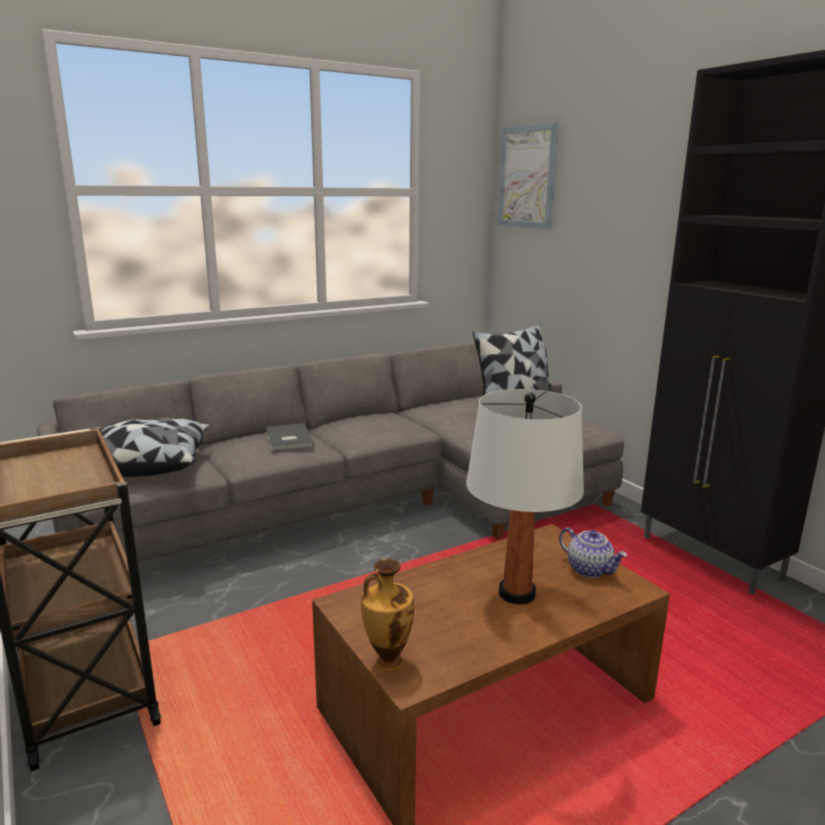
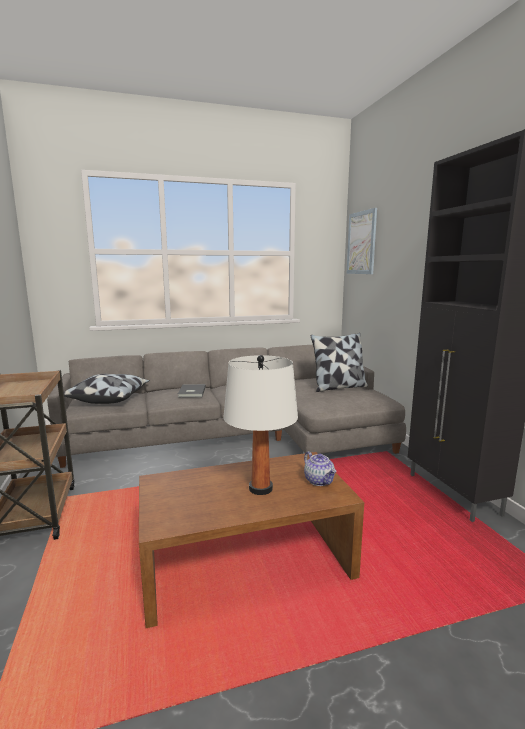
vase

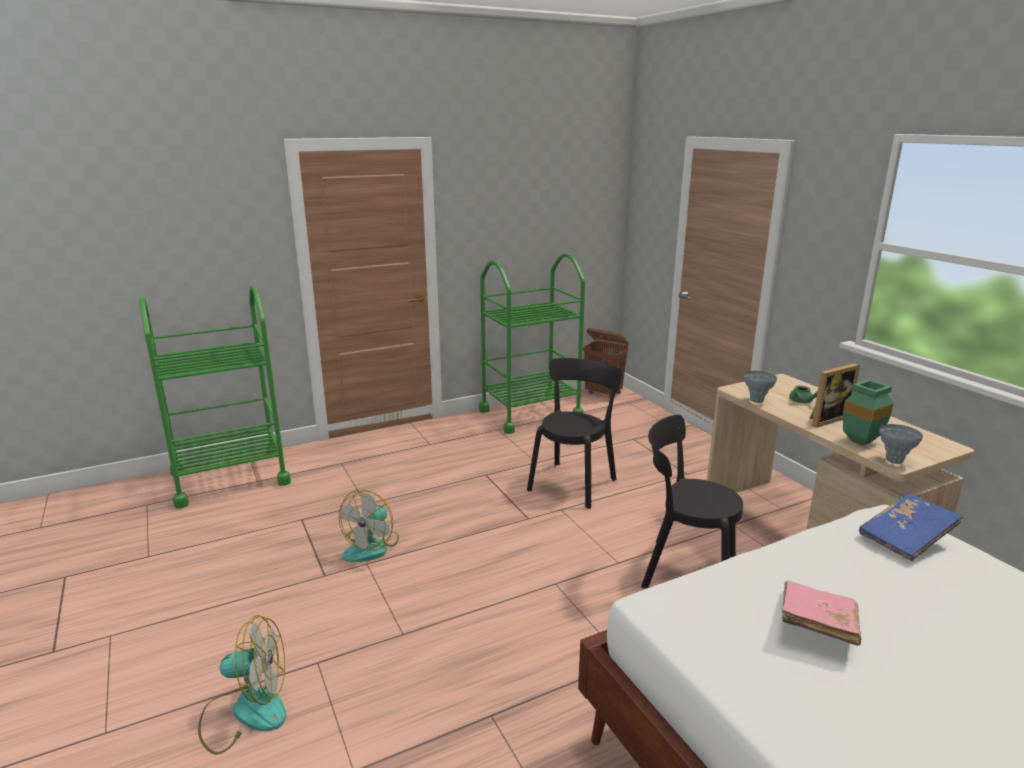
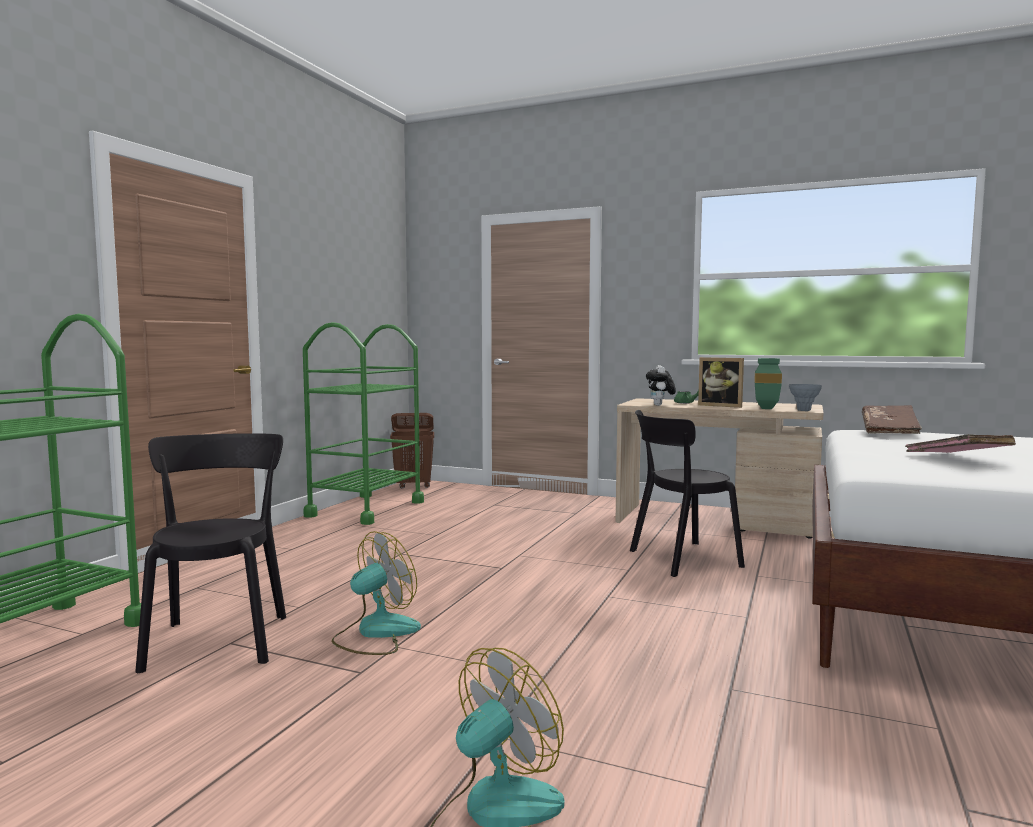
black chair (1st from left)
picture frame
plush toy
fan (1st from left)
brown book

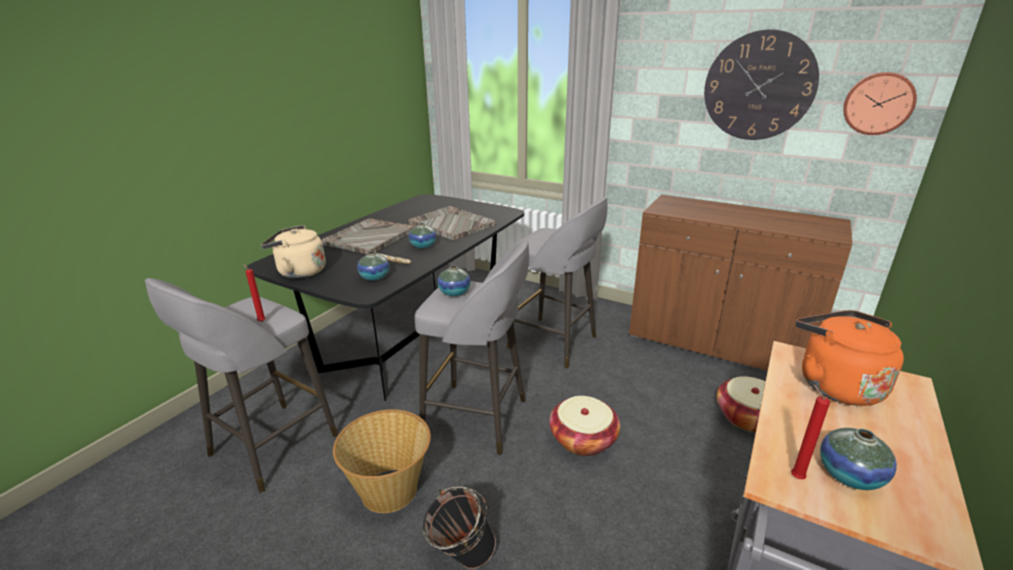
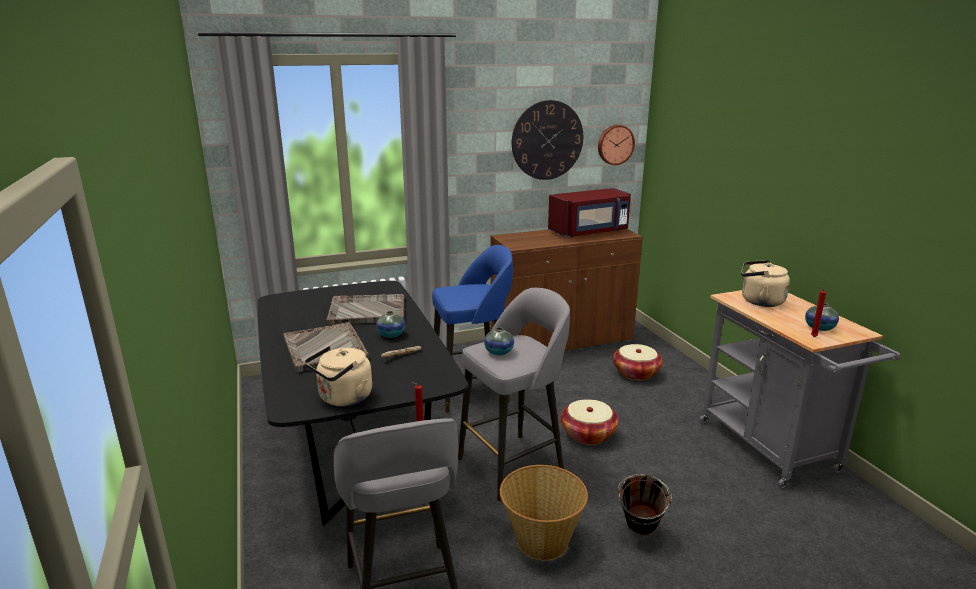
blue stool
vase (1st from left in the first image)
beige kettle (2nd from left)
red microwave

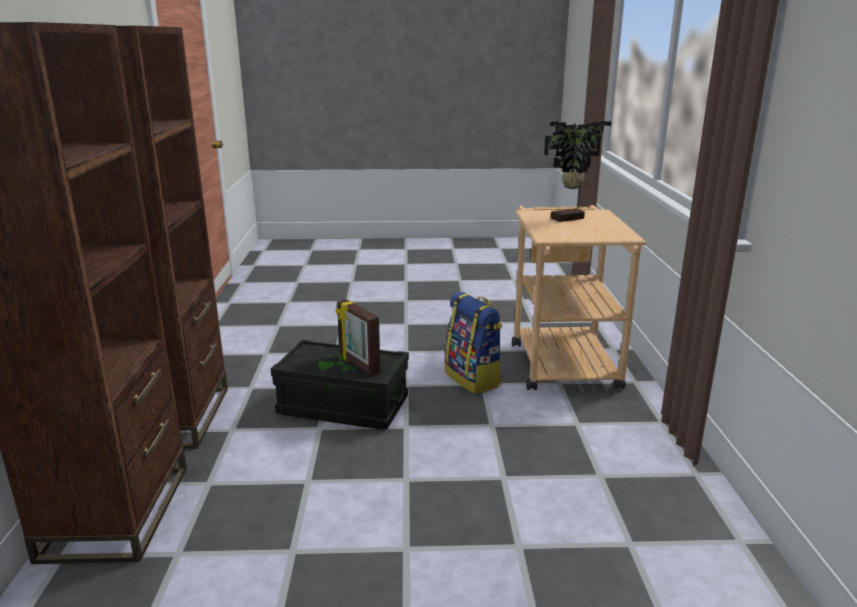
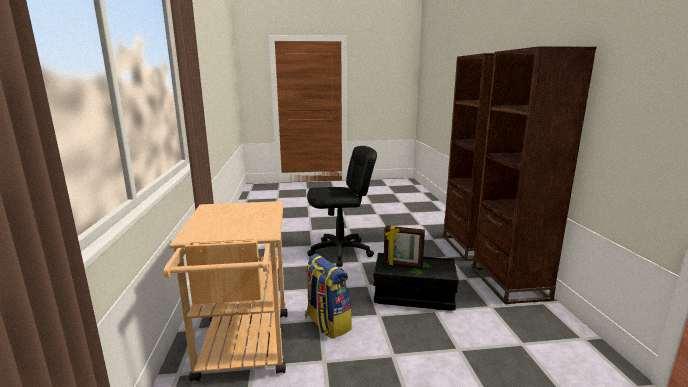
potted plant
picture frame
black office chair

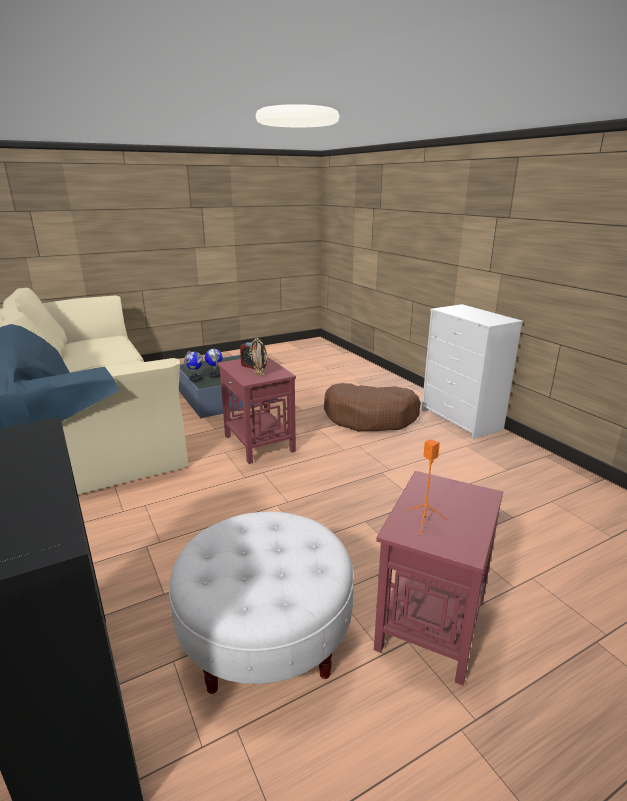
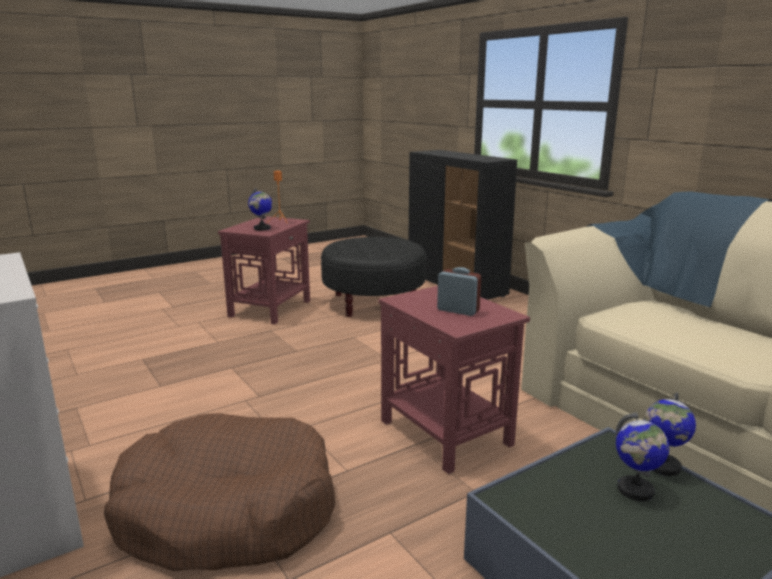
picture frame
black ottoman
globe (1st from left)

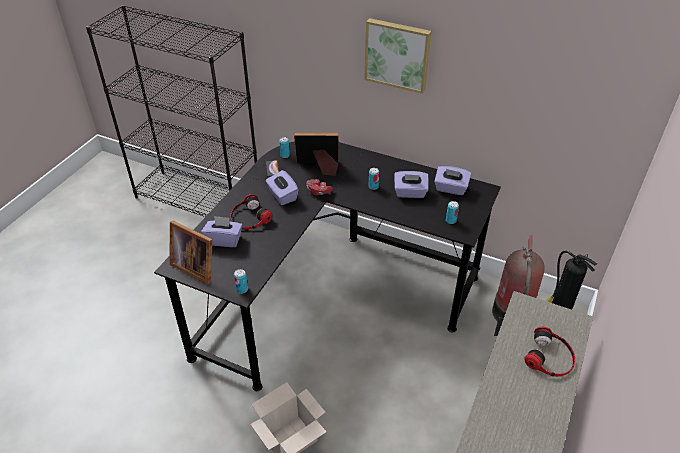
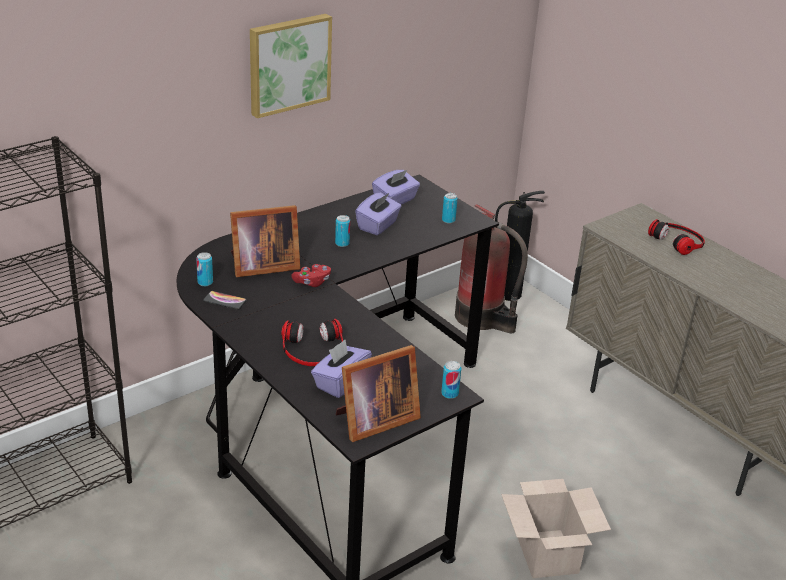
picture frame (1st from left)
purple tissue box (2nd from left in the first image)

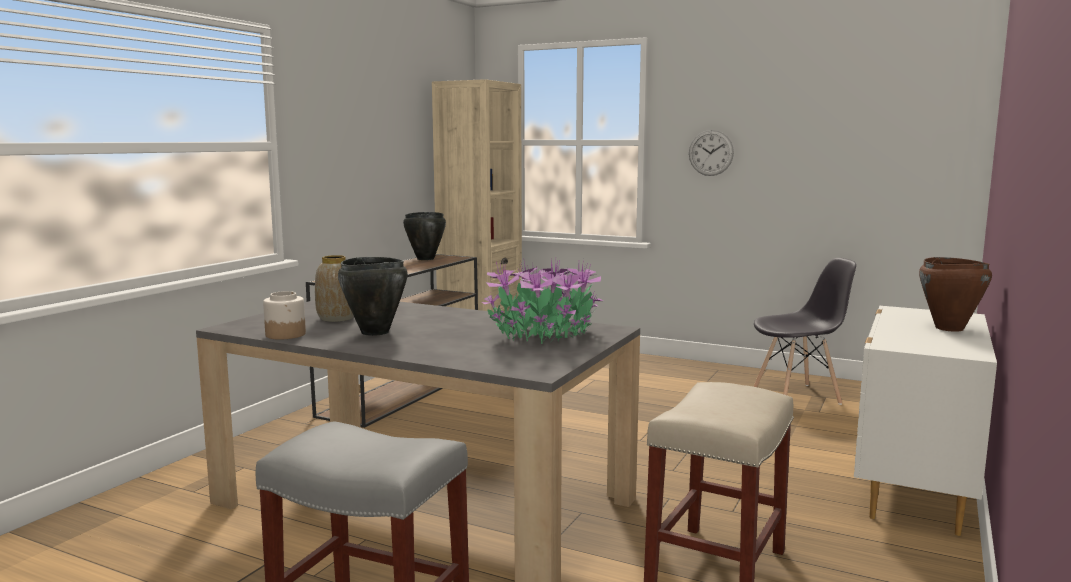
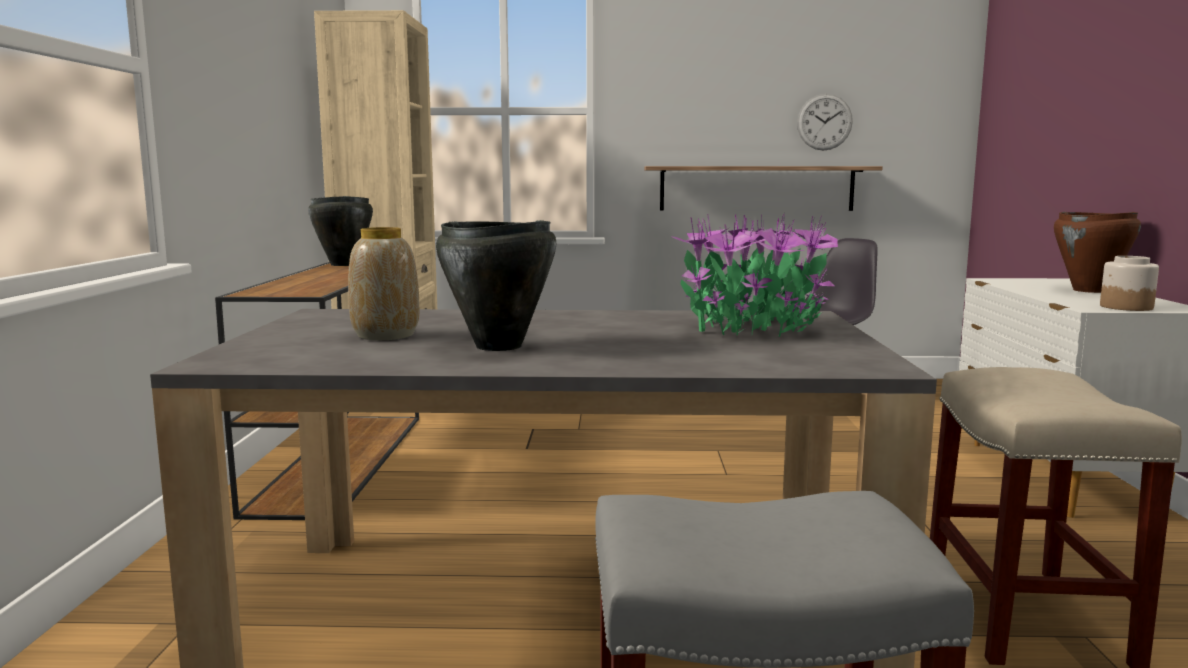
wall clock
jar
shelf

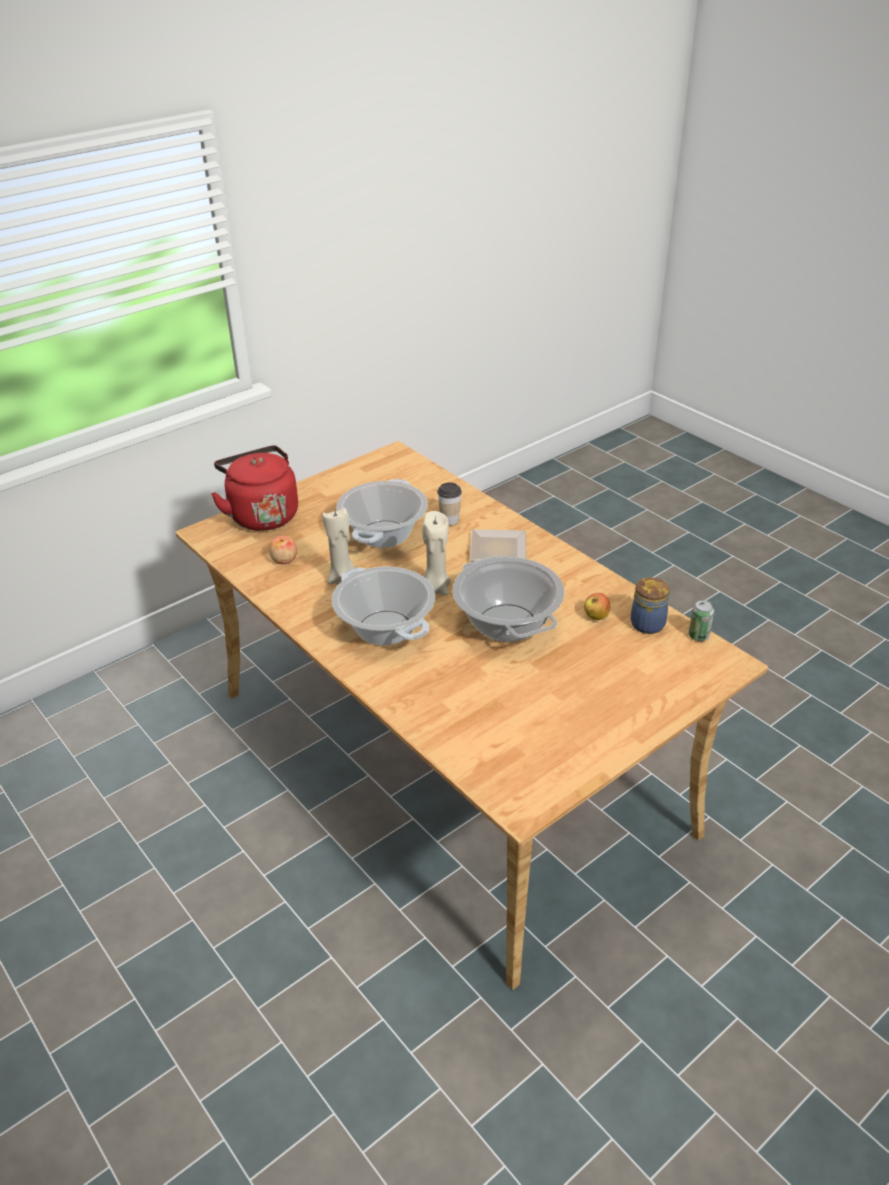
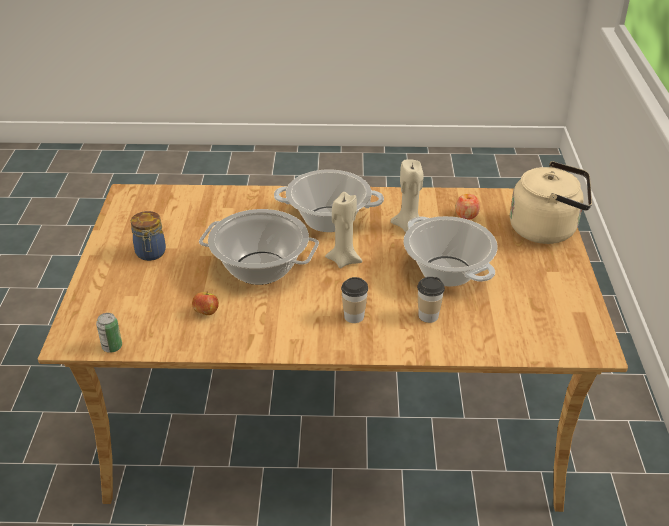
beige kettle
cup (1st from left)
jar

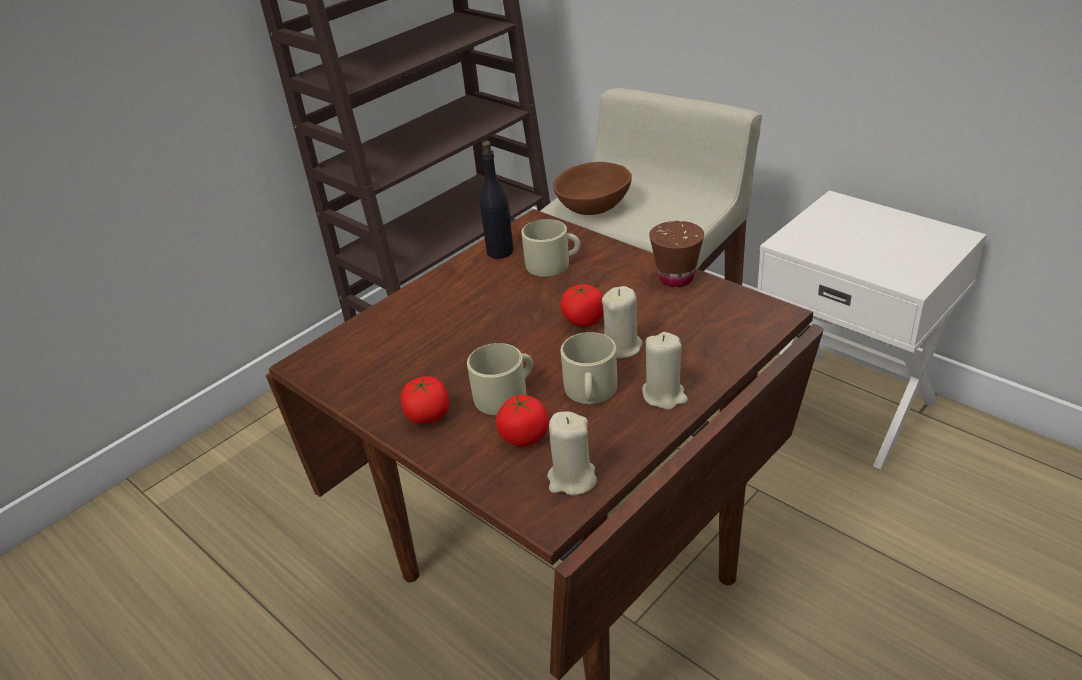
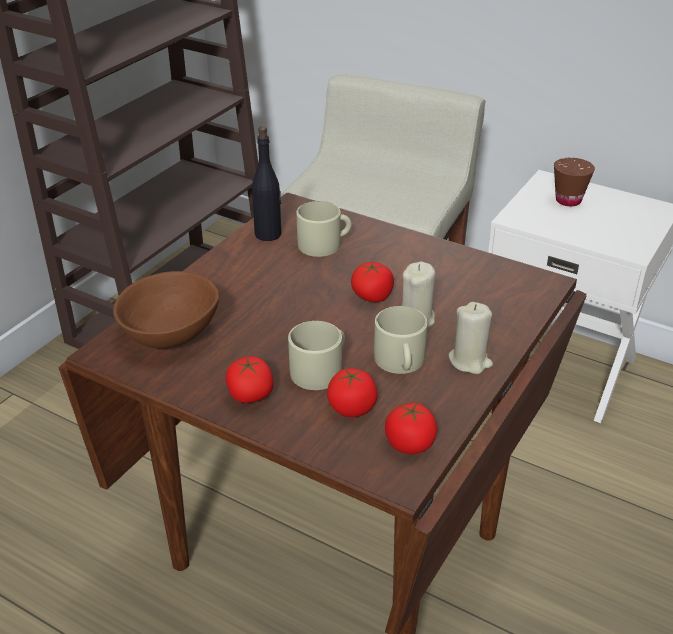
brown bowl
brown cup
tomato (4th from left)

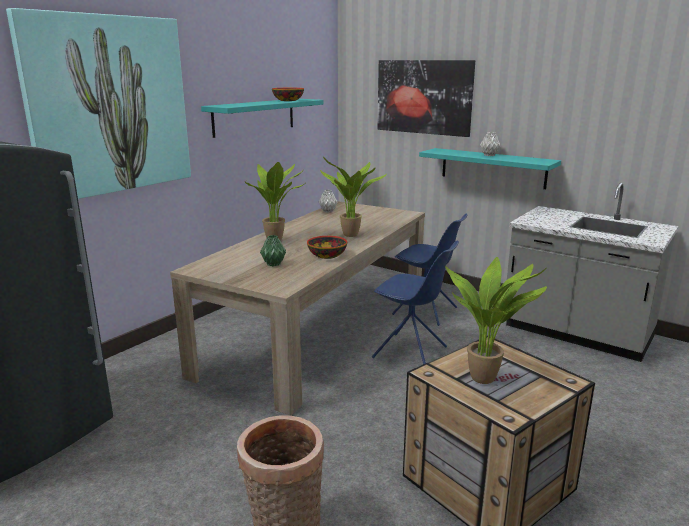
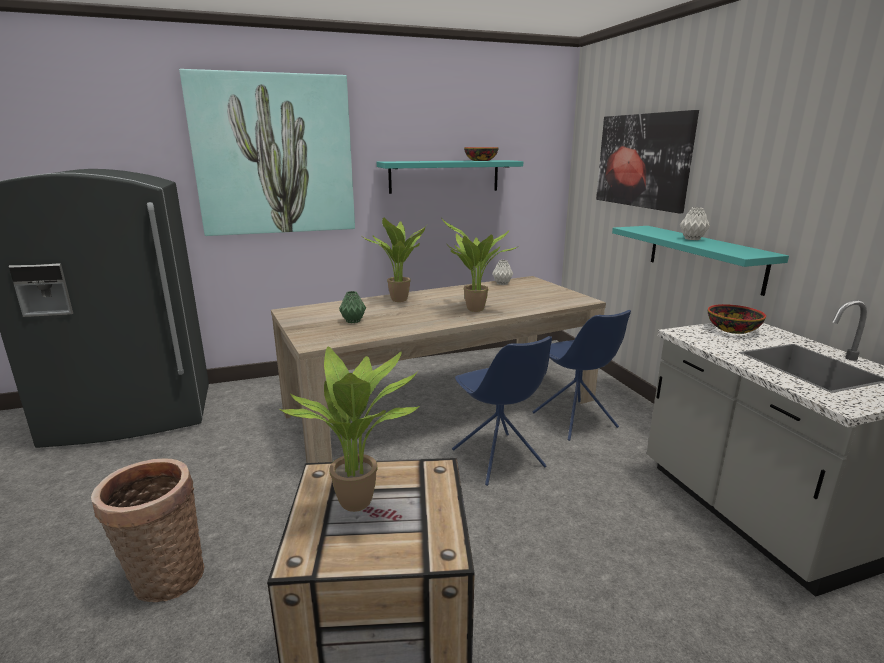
bowl (2nd from left)

